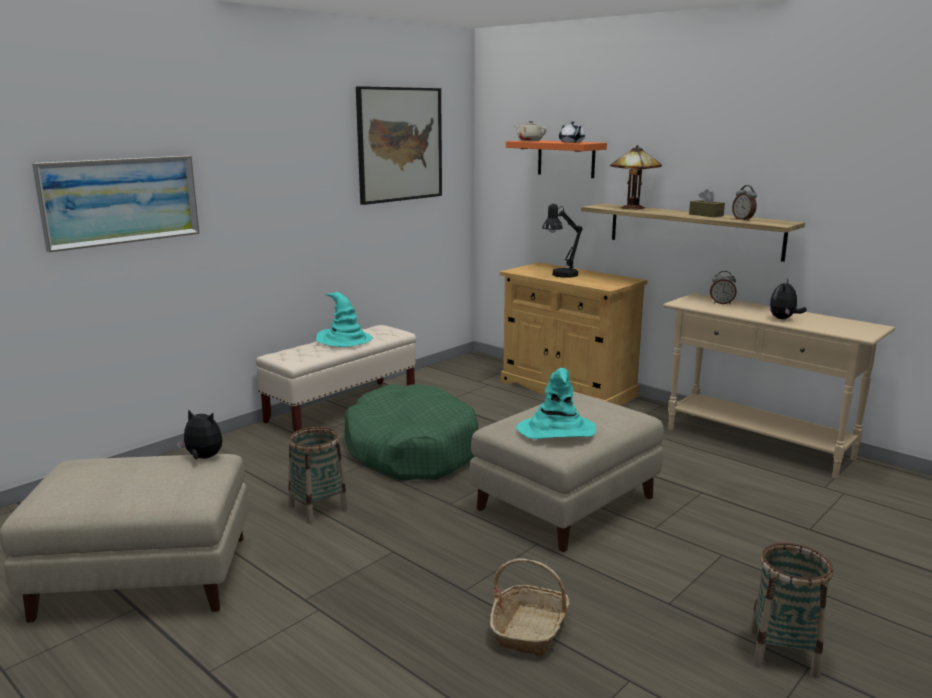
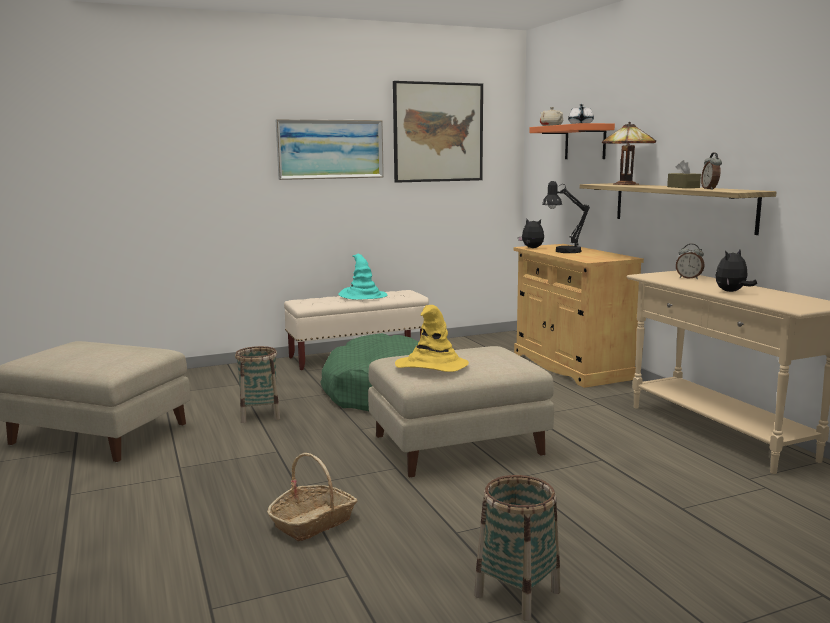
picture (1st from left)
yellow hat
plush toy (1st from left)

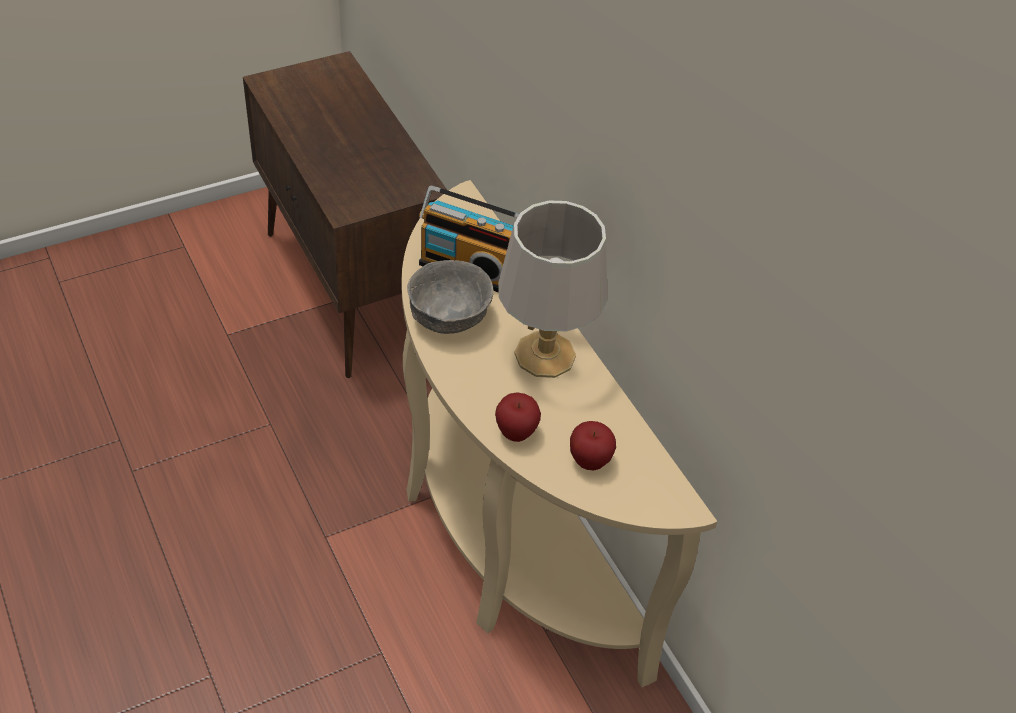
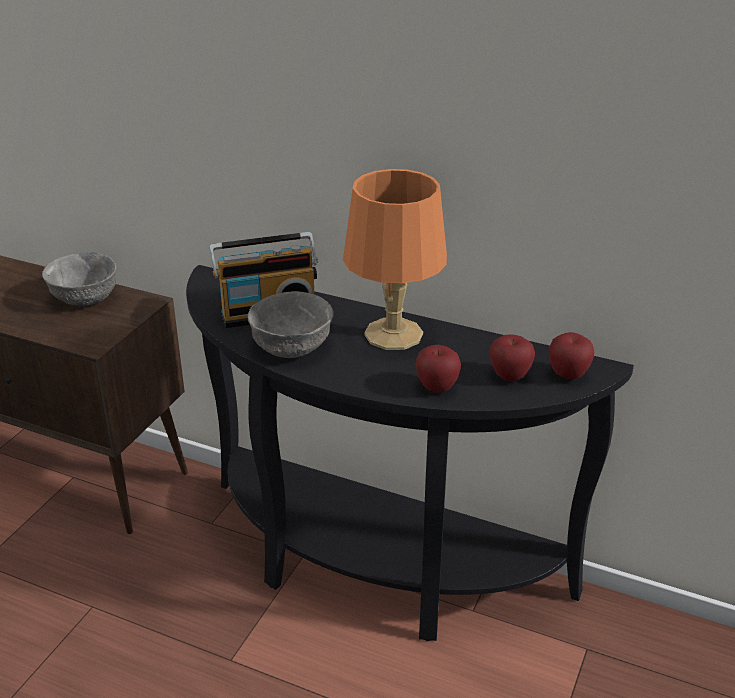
black console table
orange table lamp
grey bowl (1st from left)
apple (3rd from left)

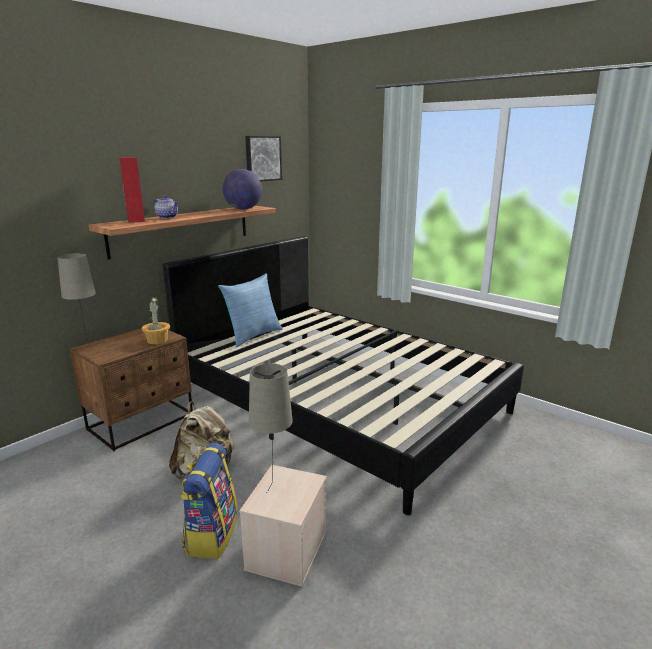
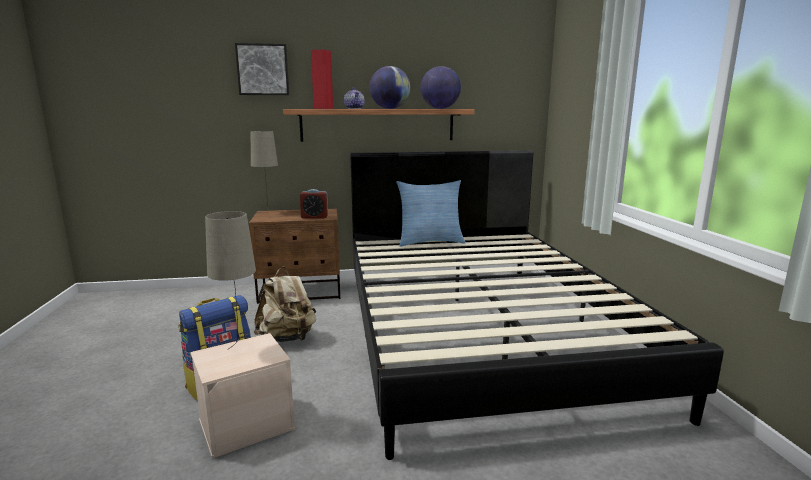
picture
alarm clock
globe (1st from left)

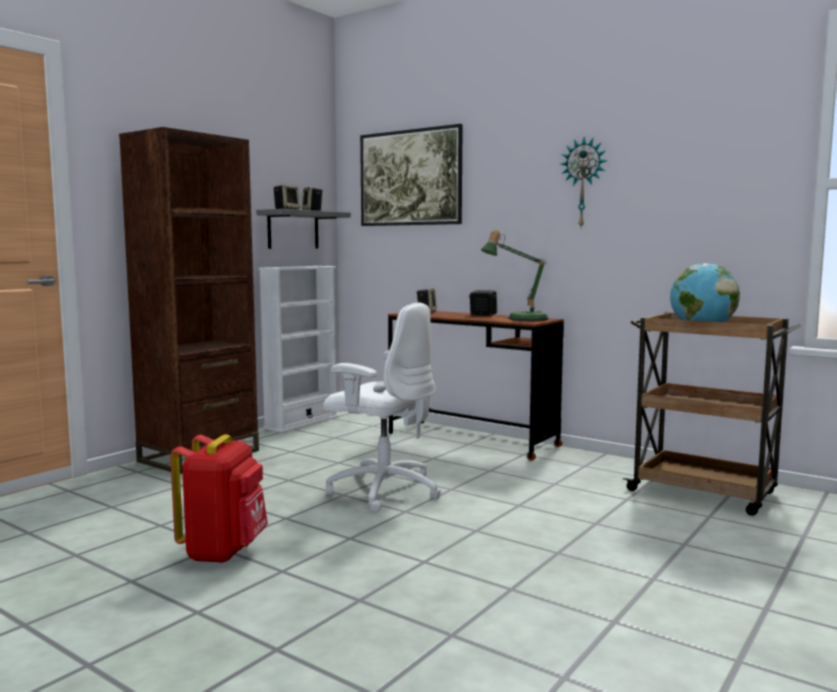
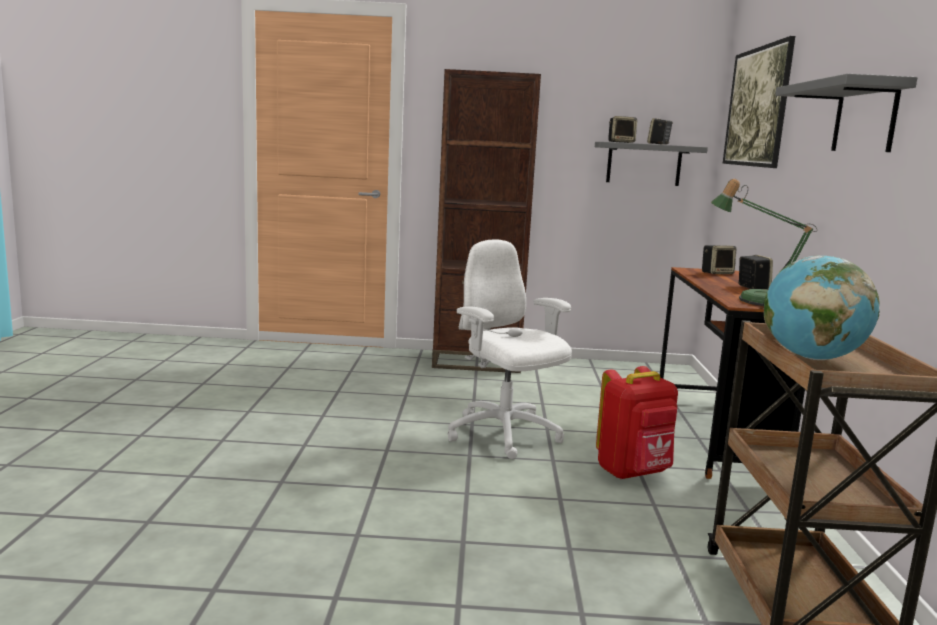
grey shelf (2nd from left)
white bookcase
white office chair
red backpack

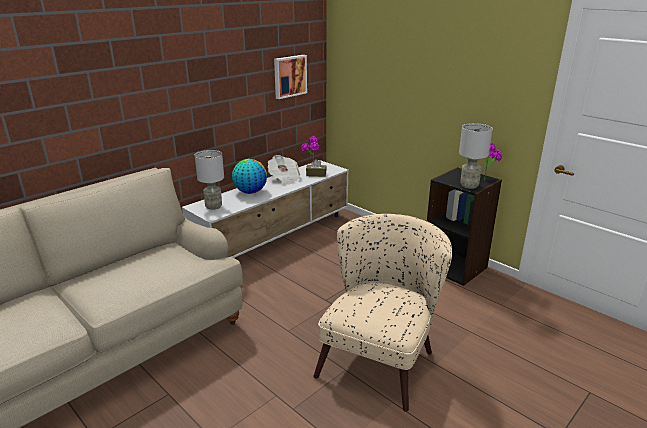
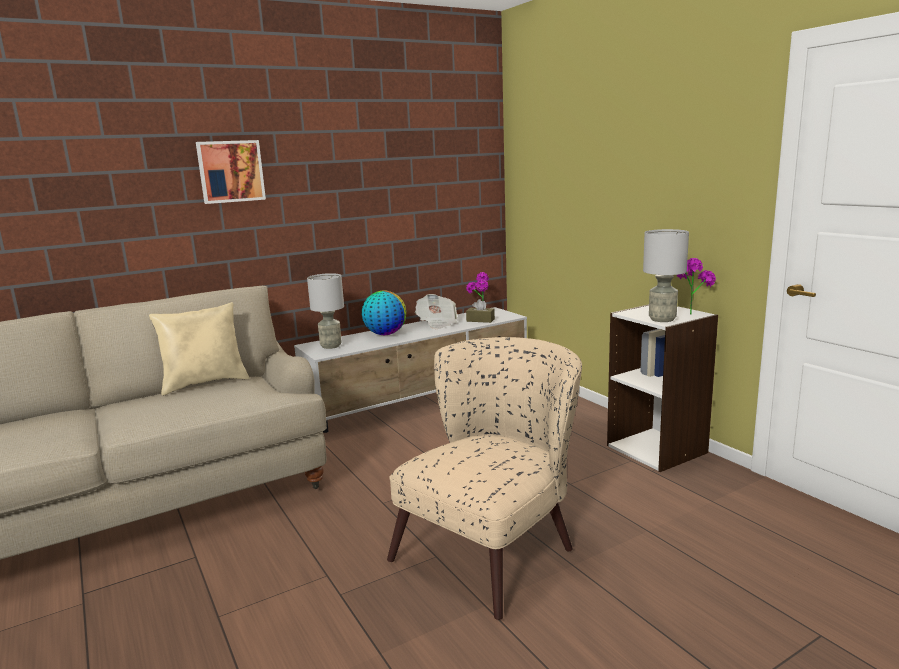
picture
white bookcase
beige pillow

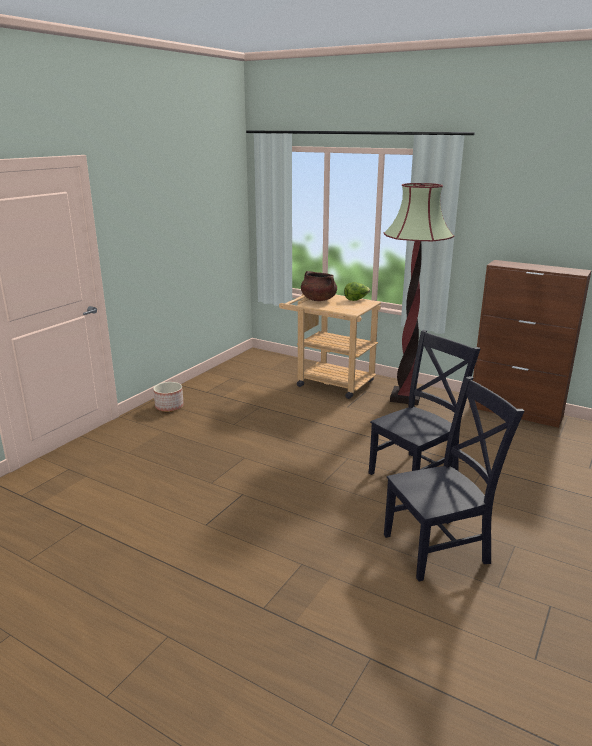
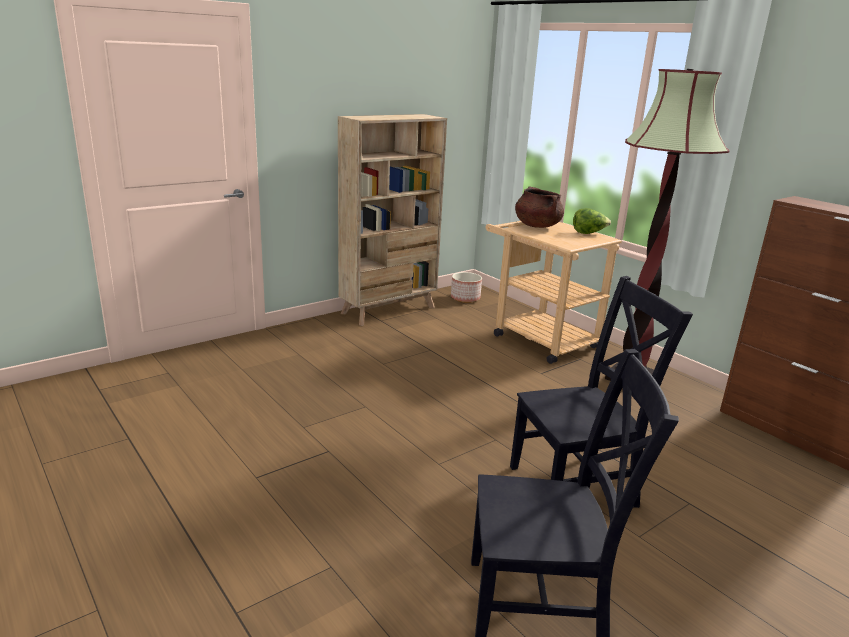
planter
beige bookcase

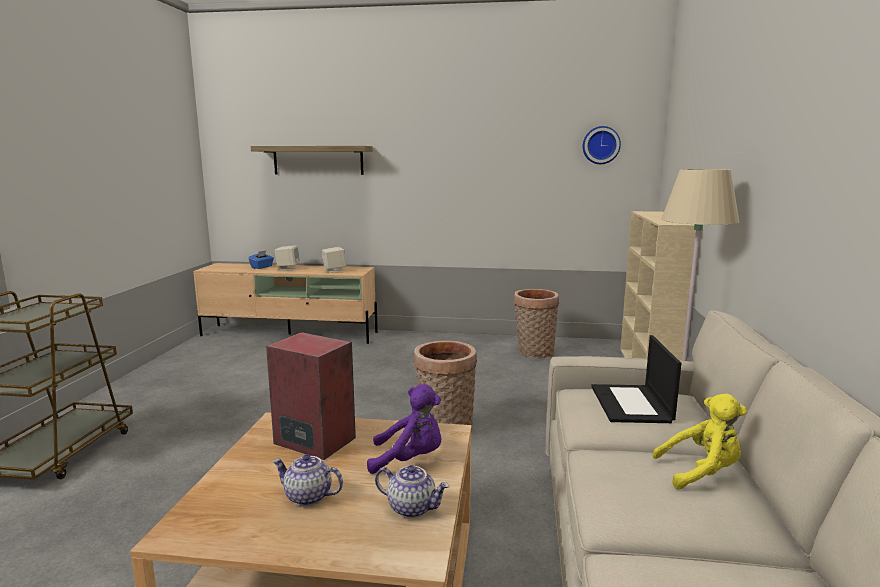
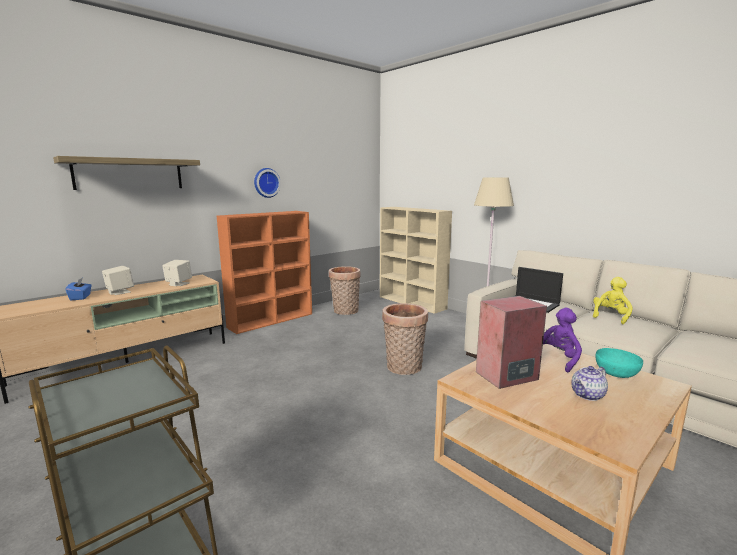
wall clock
turquoise bowl
orange bookcase

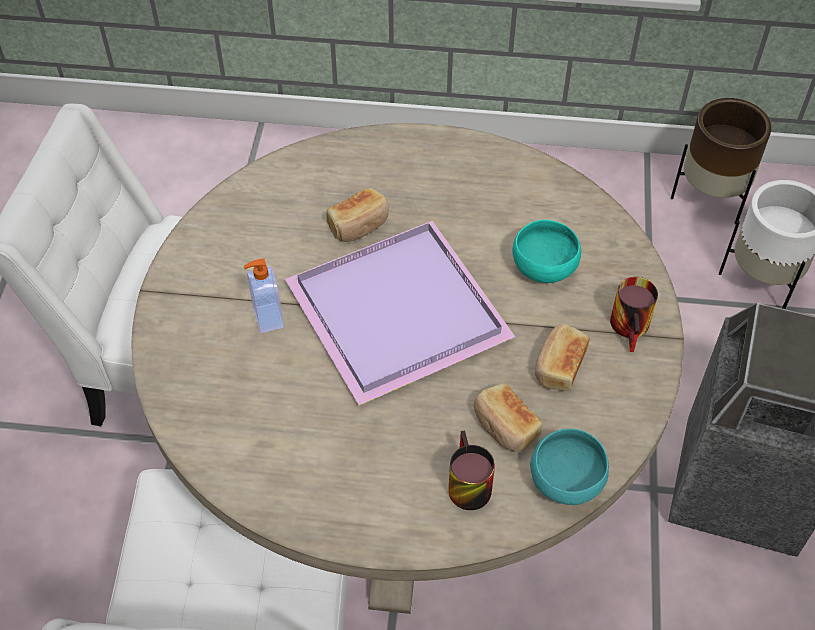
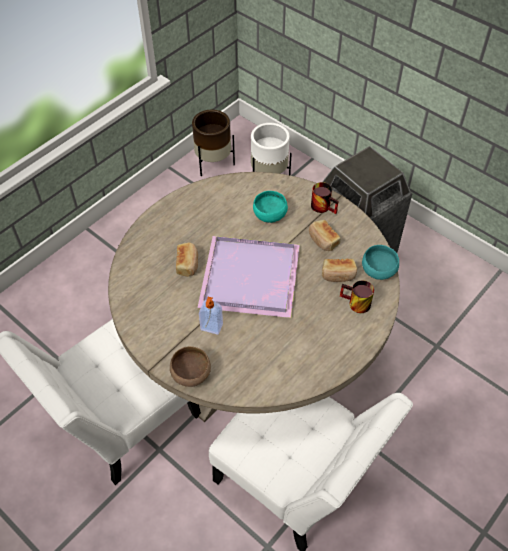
brown bowl

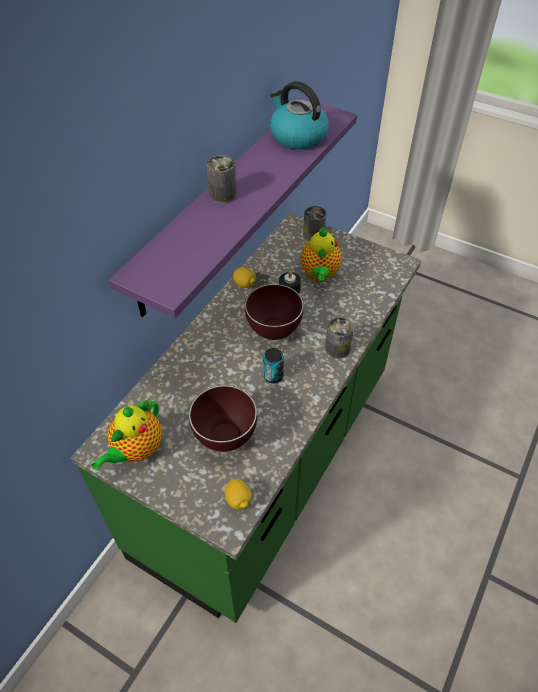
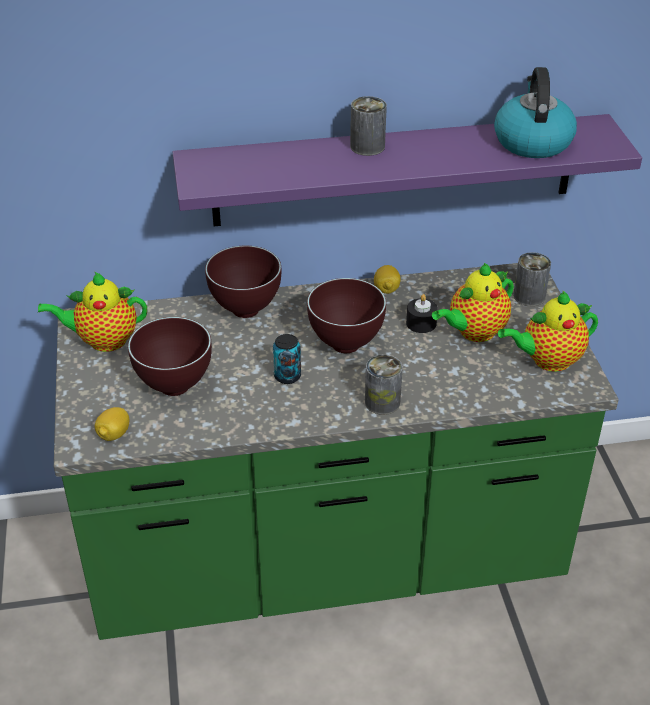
brown bowl (2nd from left)
teapot (3rd from left)

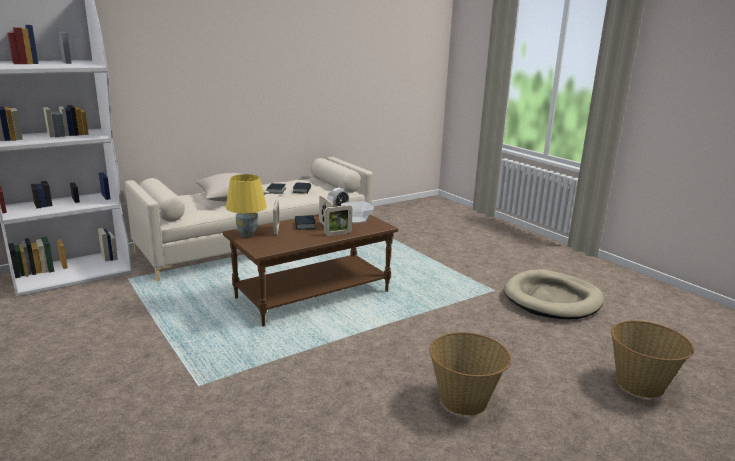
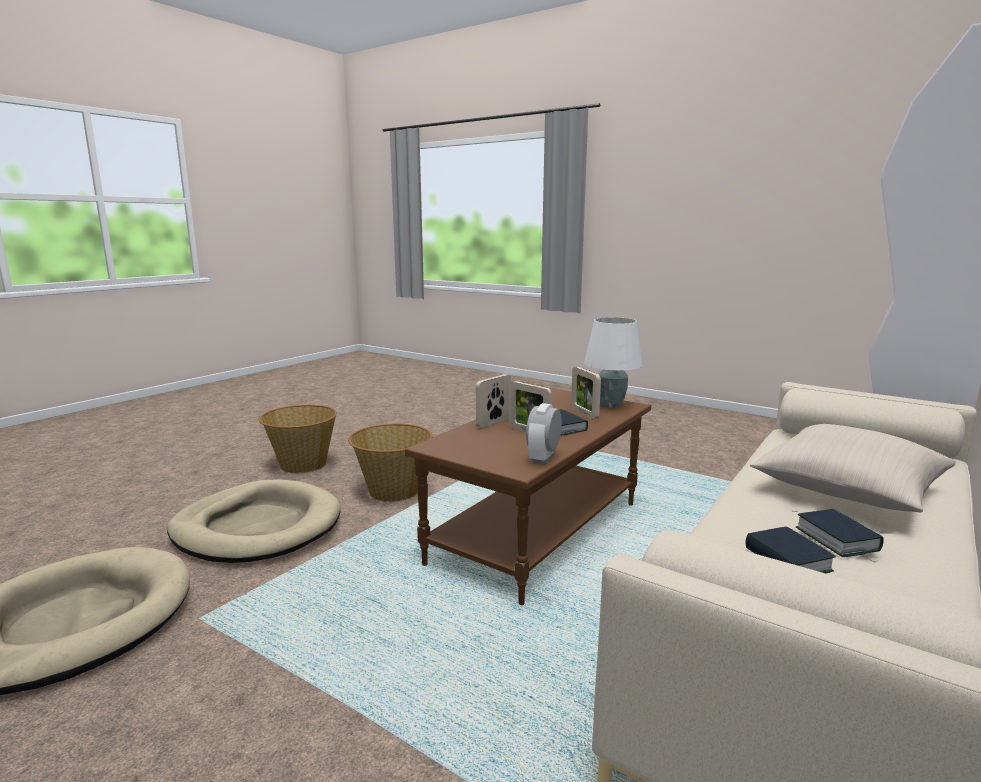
white table lamp
bowl
basket (2nd from left)
beige dog bed (2nd from left)

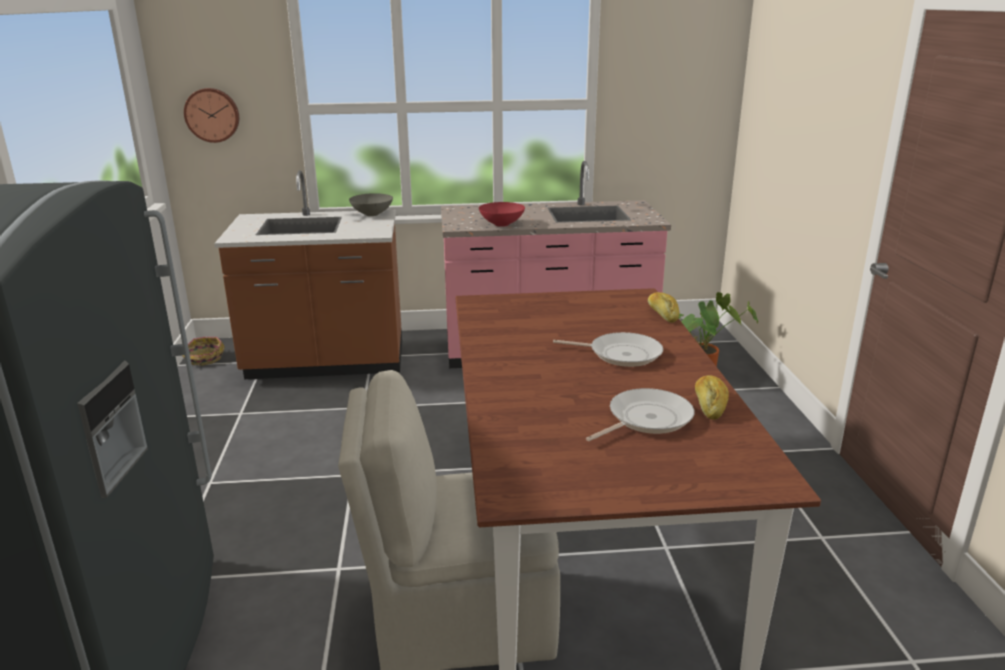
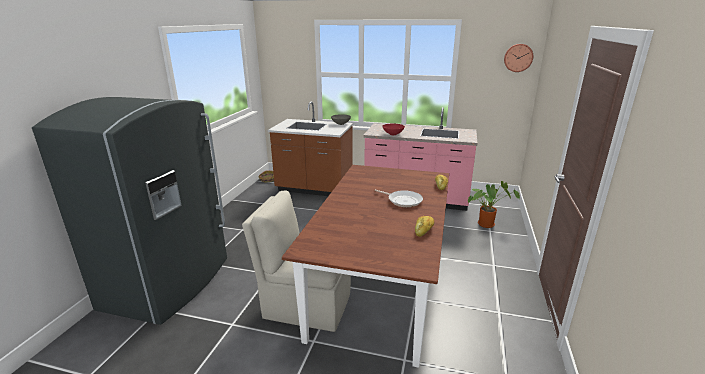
wall clock
frying pan (2nd from left in the first image)

